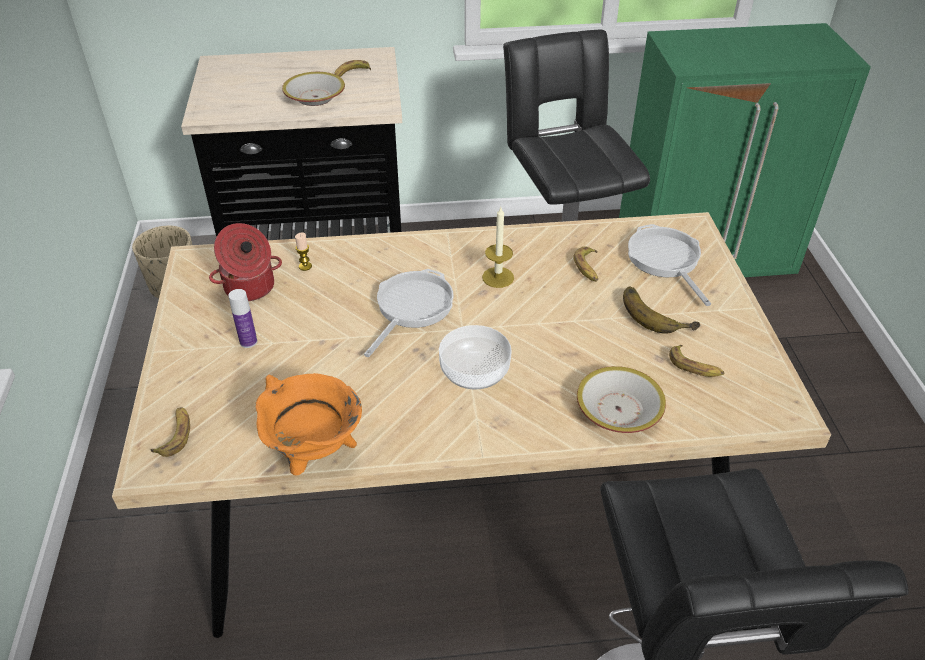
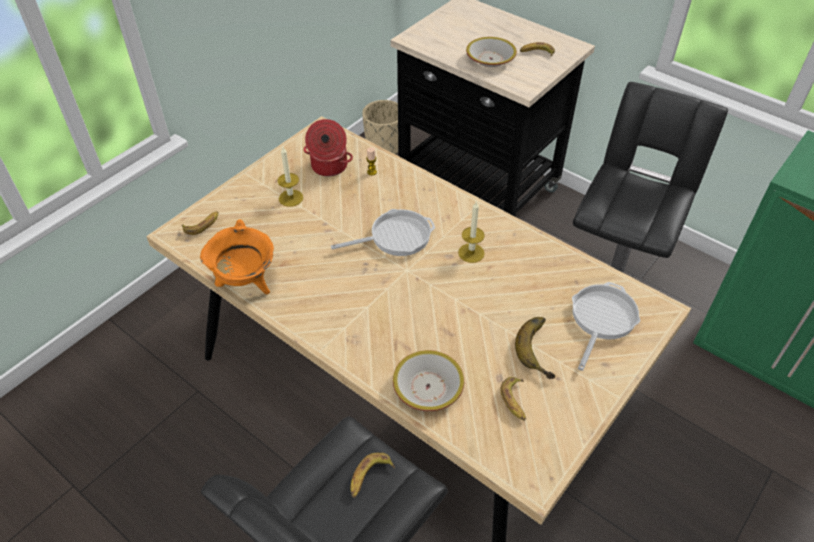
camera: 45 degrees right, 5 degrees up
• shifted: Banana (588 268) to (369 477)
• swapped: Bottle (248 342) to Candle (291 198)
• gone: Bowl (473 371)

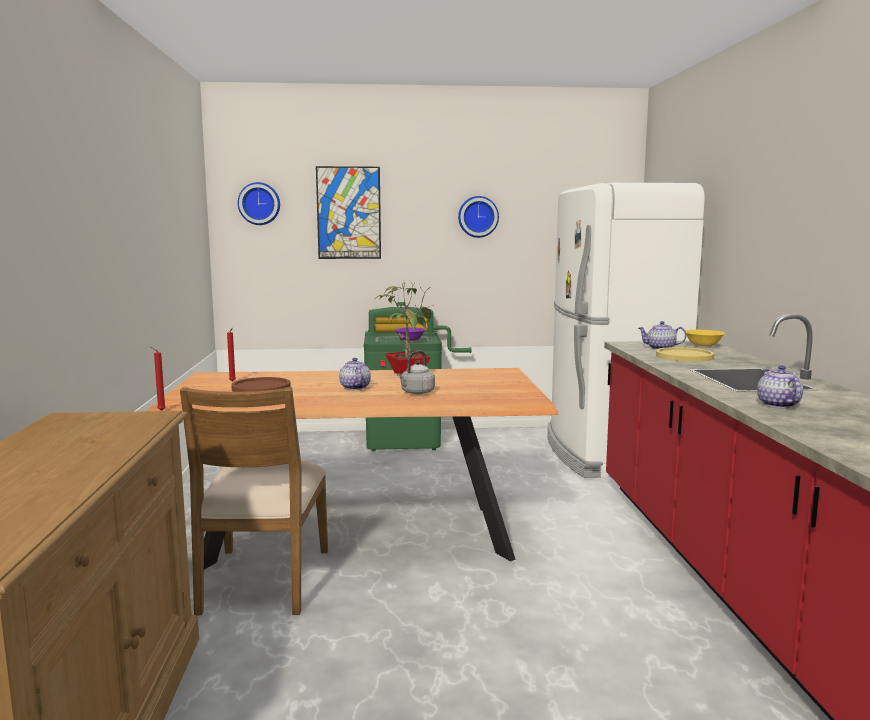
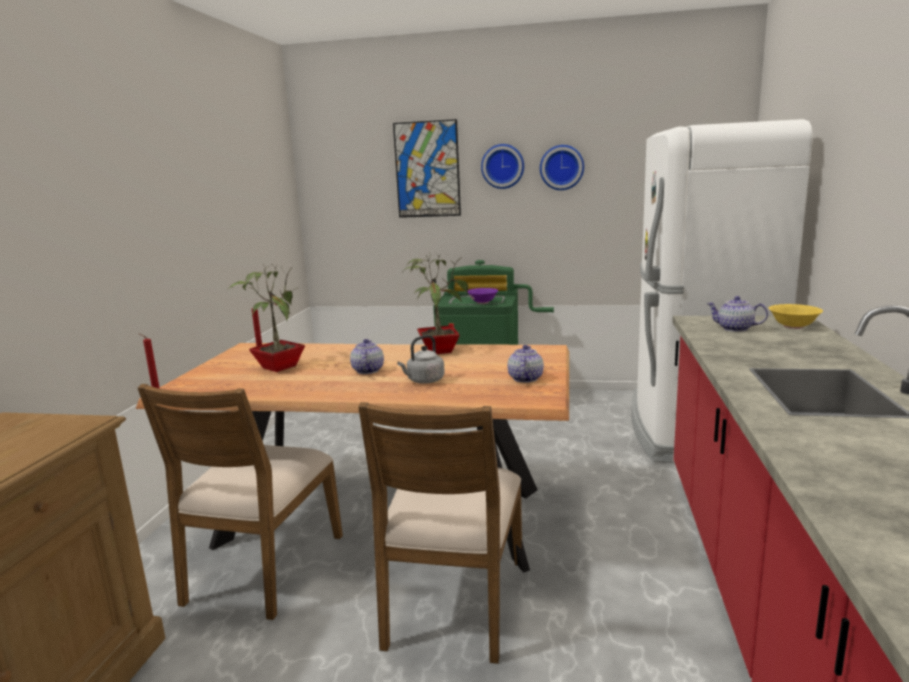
camera: 15 degrees right, 5 degrees up
• shifted: WallClock (259 203) to (503 166)
• gone: YellowPlate (684 356)
• shifted: Teapot (777 405) to (525 378)
• swapped: BrownPlate (261 388) to PottedPlant (278 367)
• new: BrownChair (453 602)

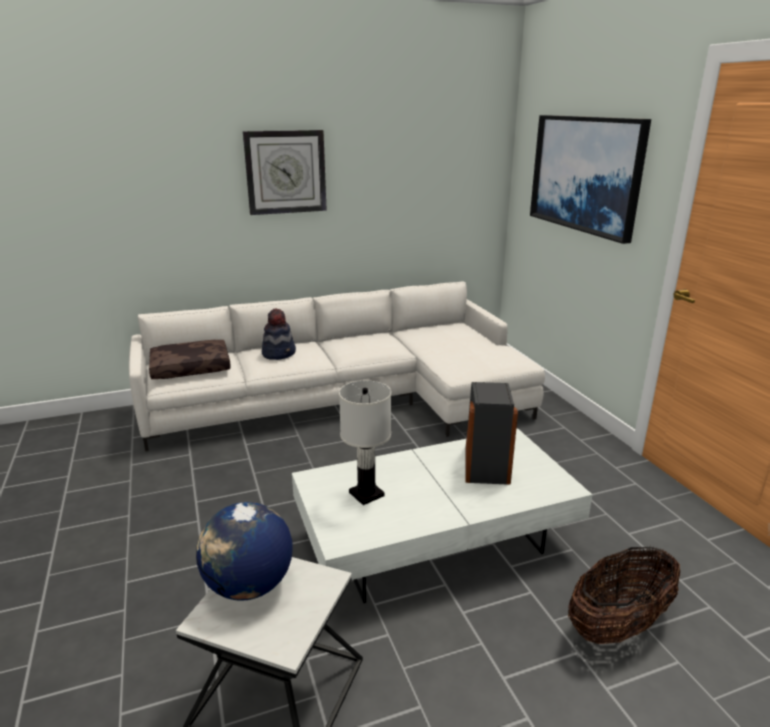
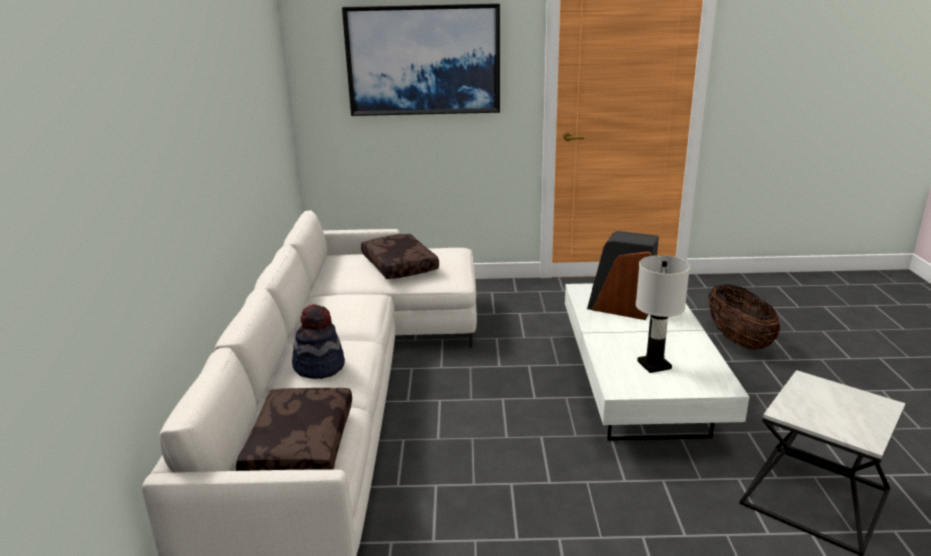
camera: 70 degrees left, 0 degrees up
• gone: WallClock (285 172)
• gone: Globe (249 586)
• new: BrownPillow (398 265)

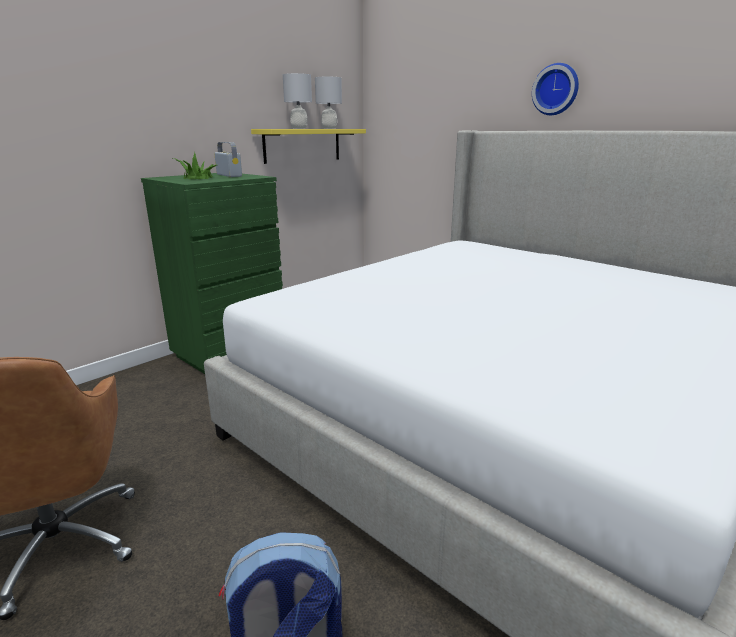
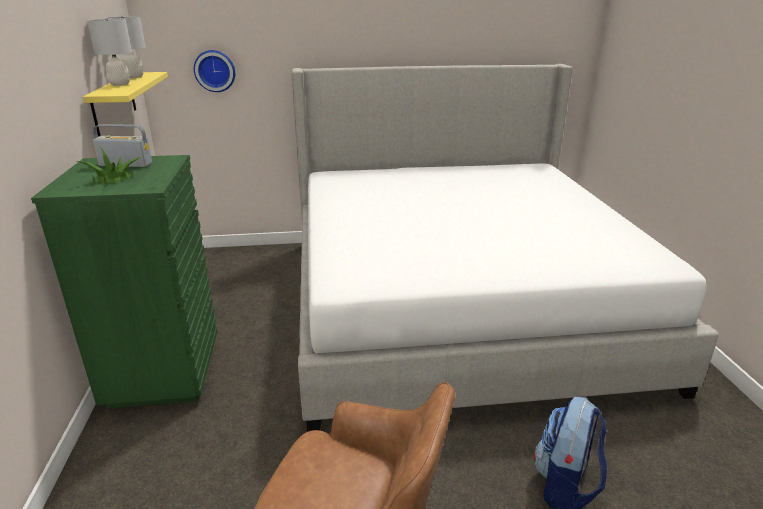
camera: 50 degrees left, 5 degrees up
• shifted: WallClock (556 89) to (215 70)

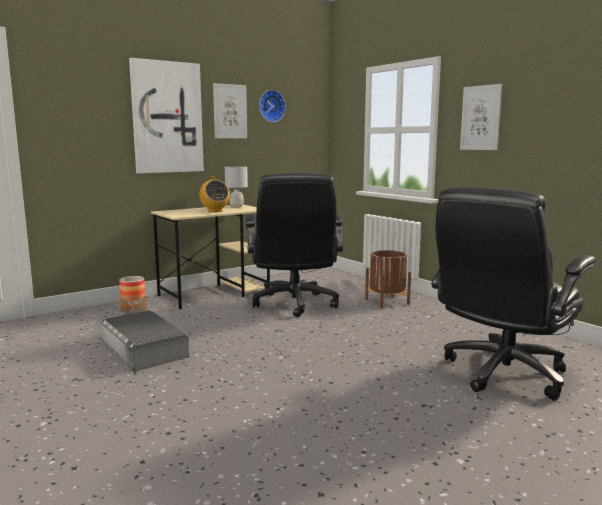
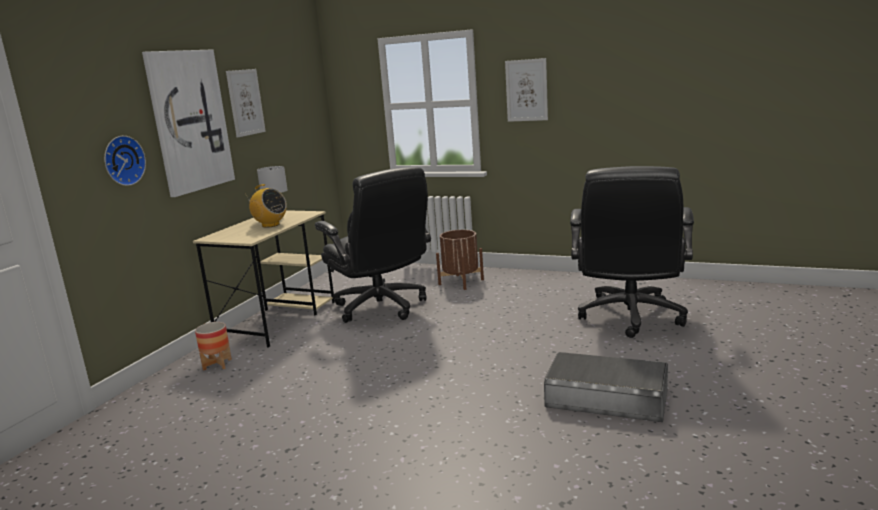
camera: 30 degrees left, 5 degrees up
• shifted: WallClock (270 106) to (122 160)
• shifted: GreyStorageBox (144 349) to (606 397)

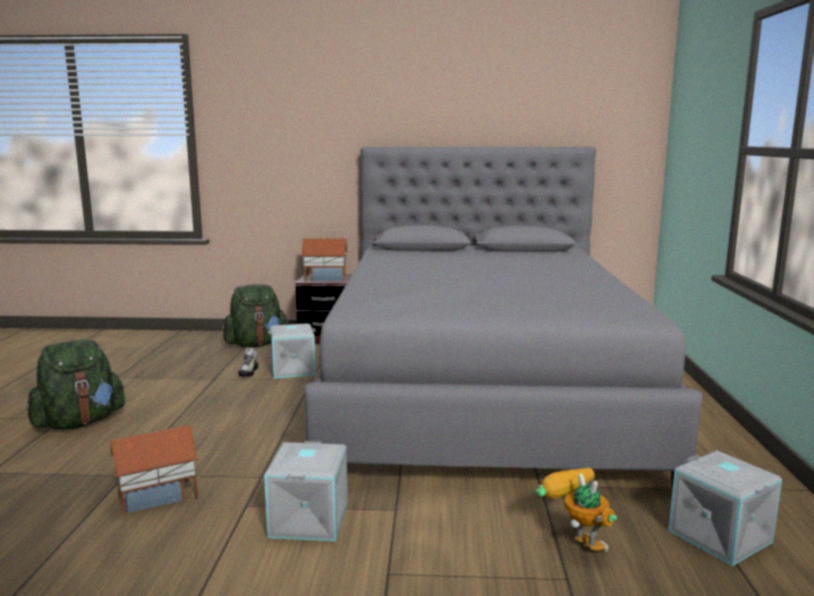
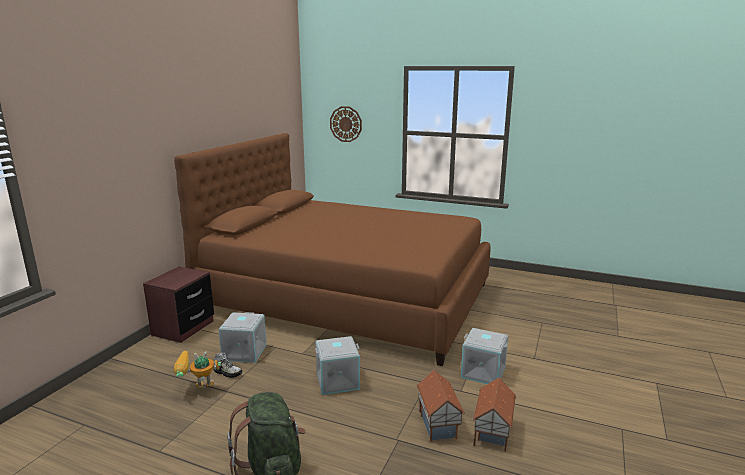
camera: 70 degrees left, 5 degrees up
• repainted: GreyBed (482 390) to BrownBed (347 297)
• shifted: ToyHouse (325 278) to (491 433)
• gone: GreenBackpack (256 344)
• shifted: GreyStorageBox (721 536) to (338 380)
• shifted: ToyRobot (574 542) to (197 390)
• new: WallClock (346 124)

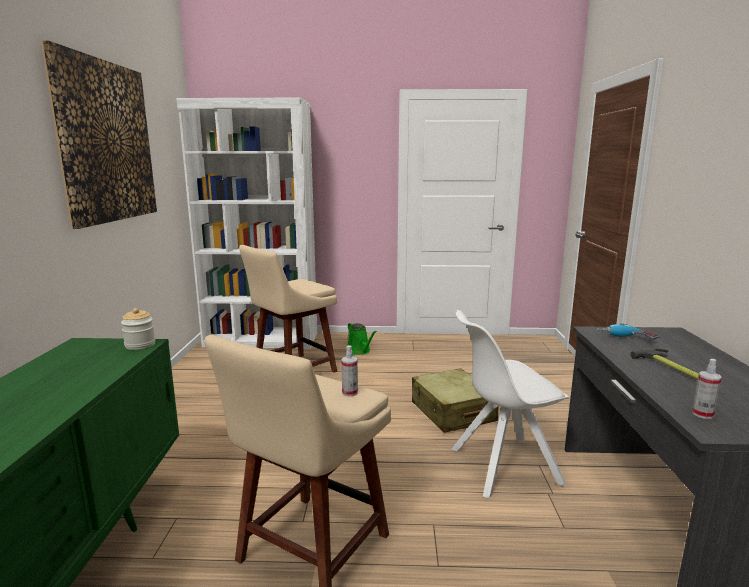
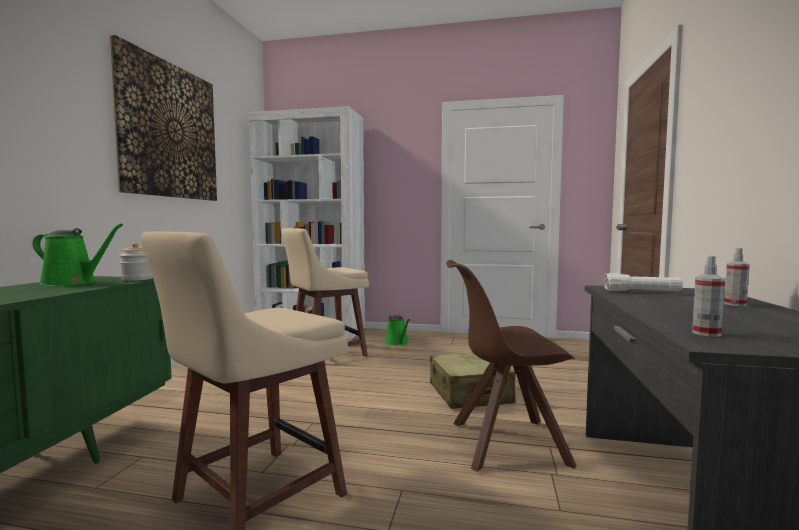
camera: 10 degrees right, 10 degrees down
• repainted: WhiteChair (503 466) to BrownChair (506 443)
• swapped: PowerDrill (626 339) to WhiteFlashlight (642 292)
• shifted: SprayBottle (350 392) to (735 304)
• gone: Hammer (672 368)
• new: GreenWateringCan (73 283)

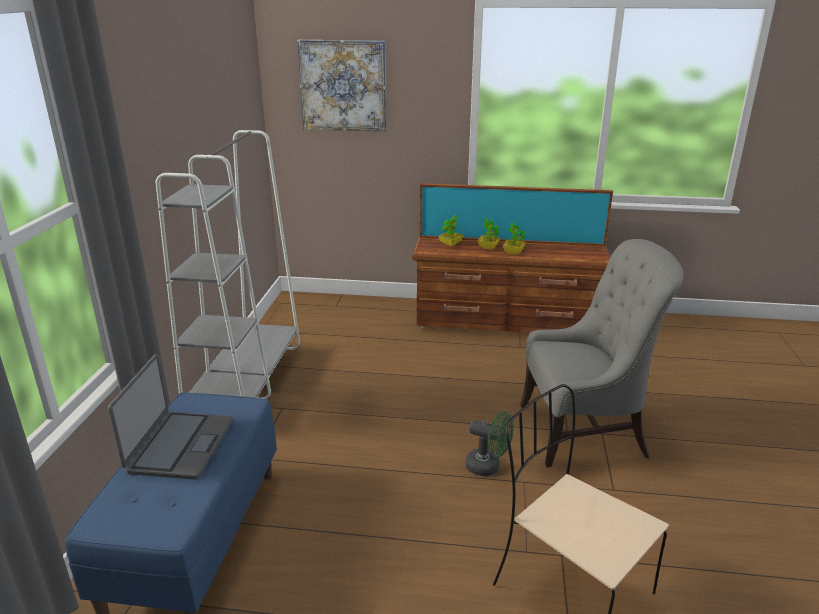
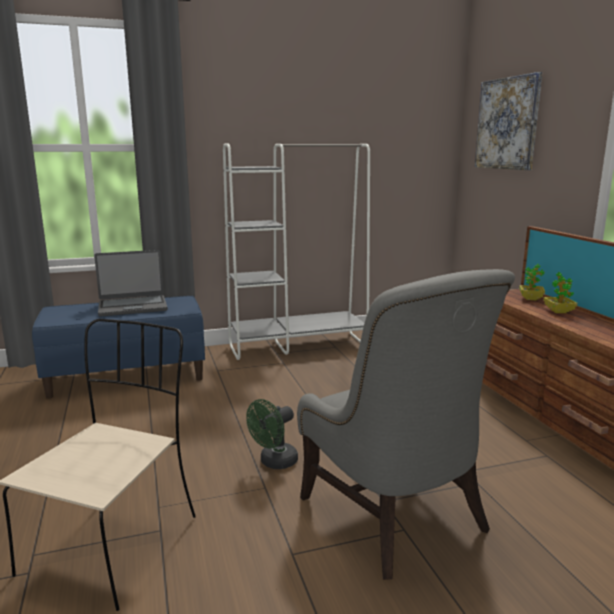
camera: 65 degrees right, 10 degrees down
• gone: PottedPlant (513 252)
• rotated: GreenFan (488 467) = (274 462) 45 degrees clockwise

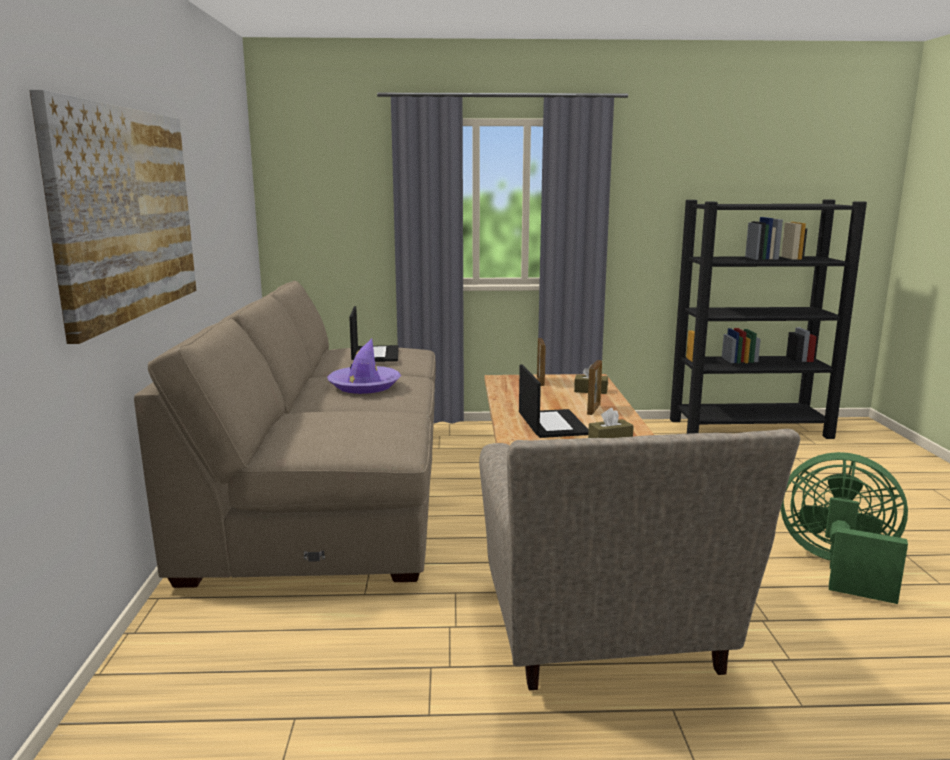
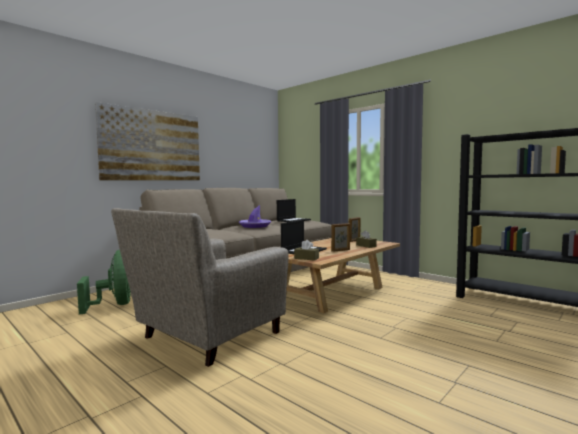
camera: 45 degrees right, 10 degrees down
• shifted: GreenFan (839 567) to (115 305)

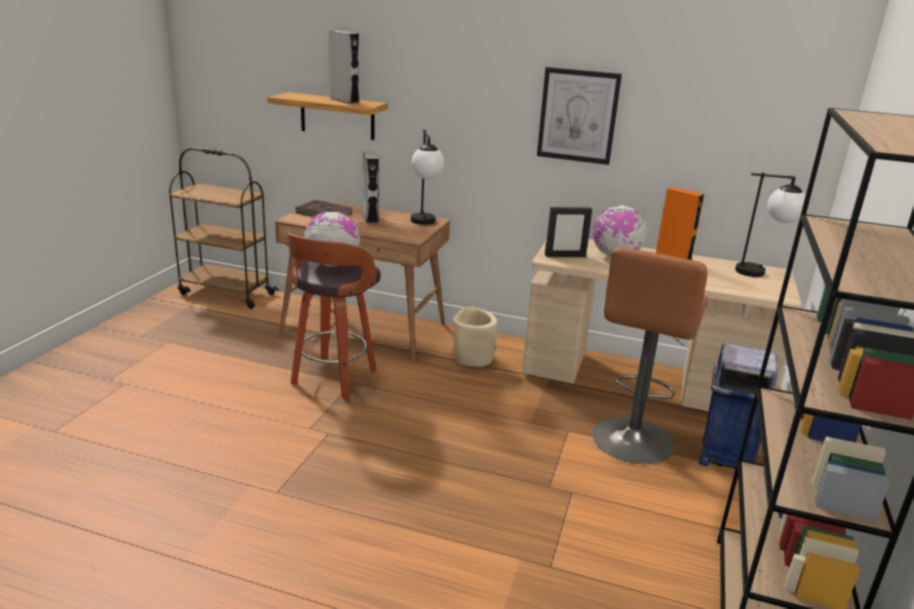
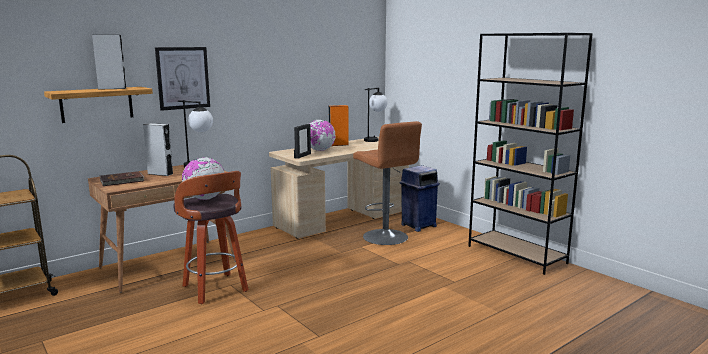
camera: 55 degrees left, 10 degrees down
• shifted: Picture (578 116) to (183 78)
• gone: BeigePlanter (472 358)

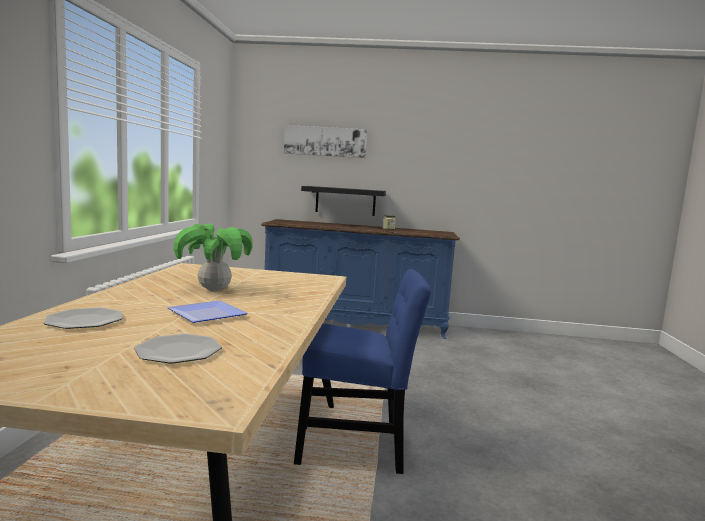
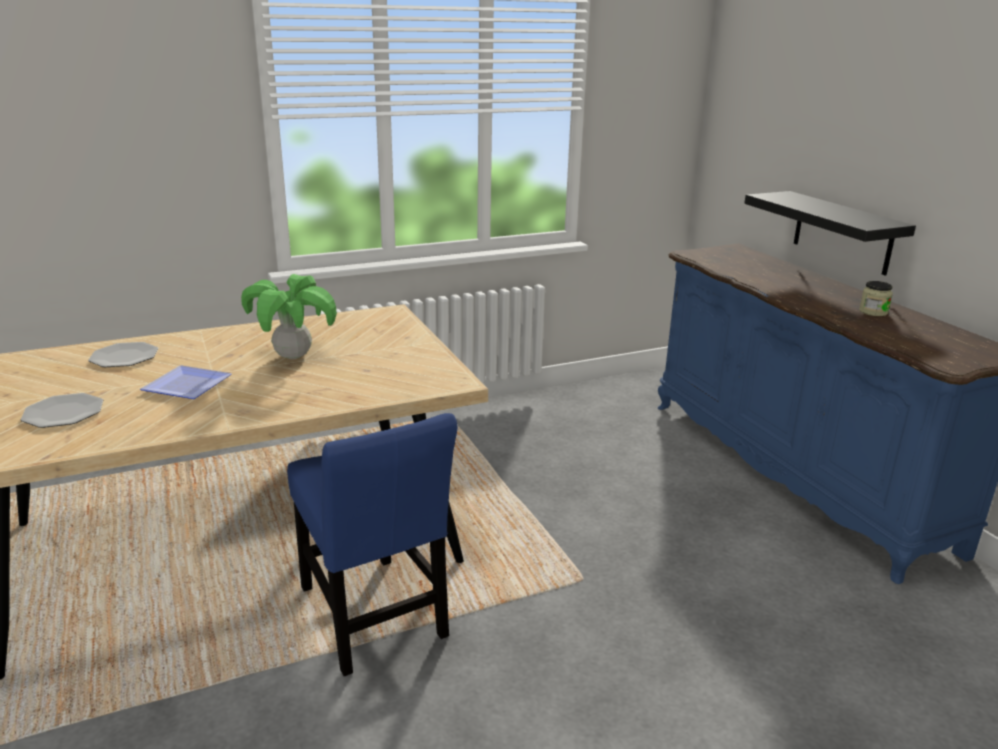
camera: 60 degrees right, 15 degrees up
• gone: Picture (325 141)

